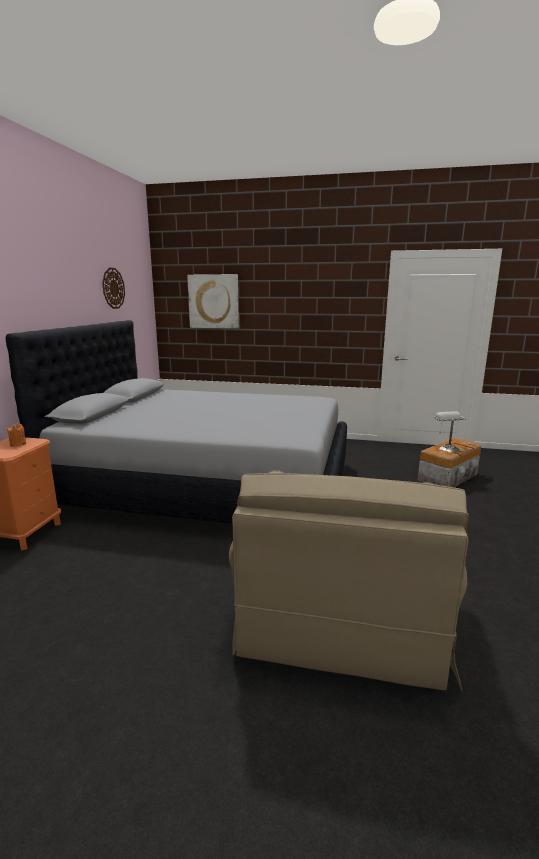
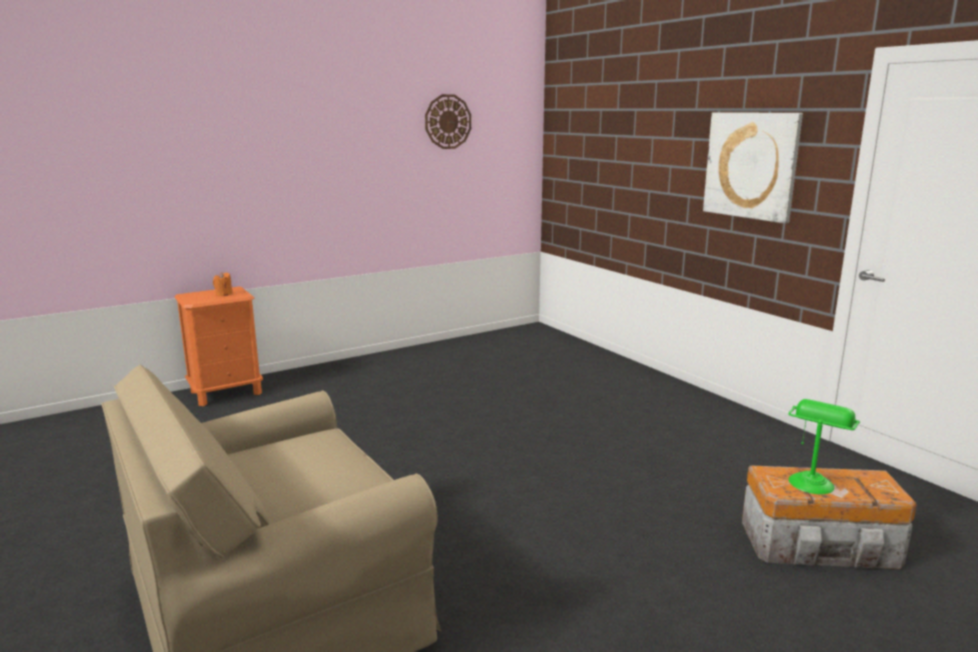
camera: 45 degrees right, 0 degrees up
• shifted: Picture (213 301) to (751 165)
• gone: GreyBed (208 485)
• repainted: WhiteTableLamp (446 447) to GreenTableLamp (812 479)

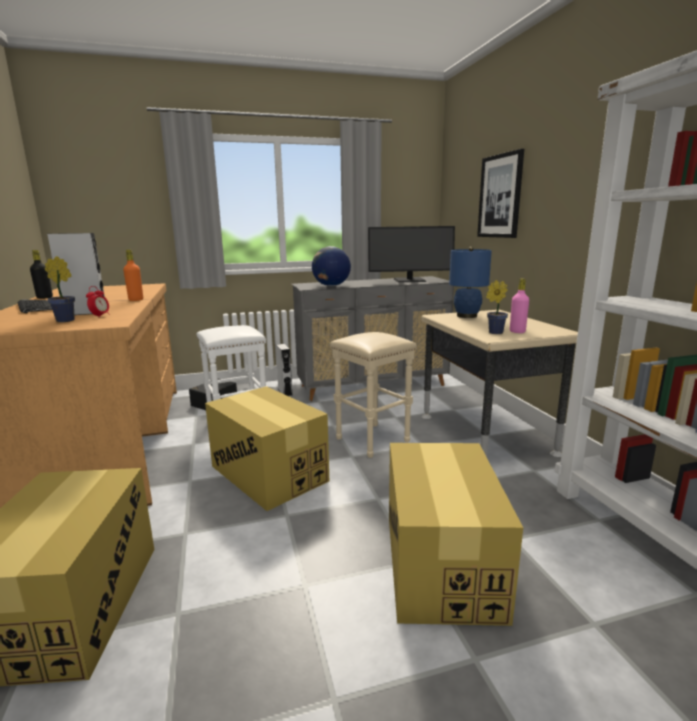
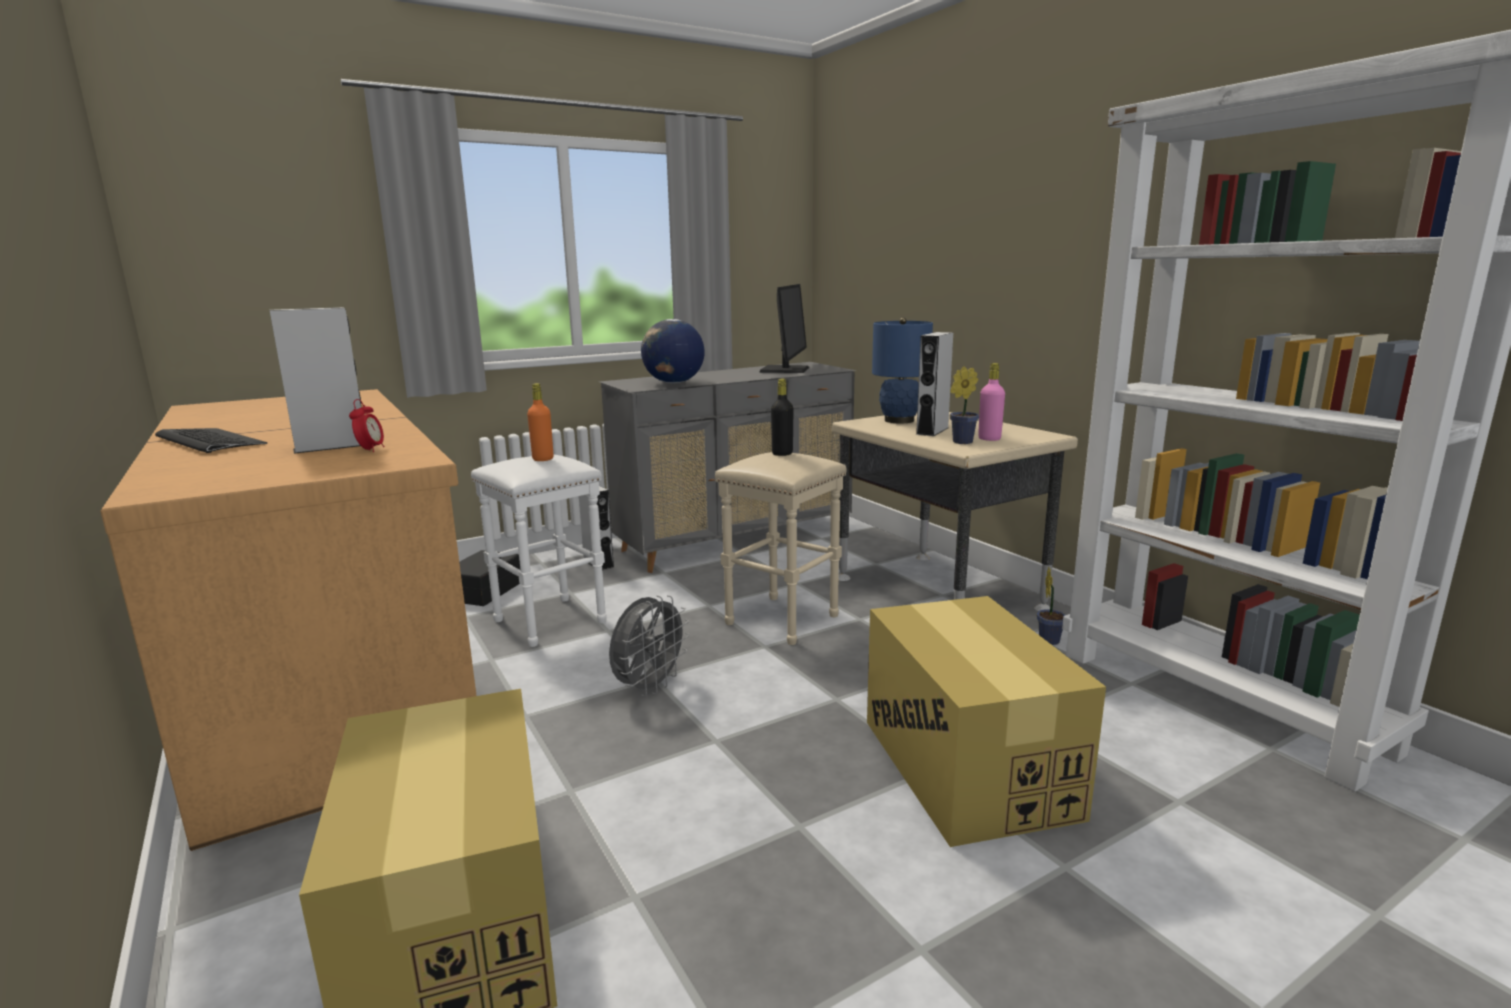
camera: 15 degrees left, 0 degrees up
• gone: Picture (500 196)
• rotated: Monitor (409 280) = (786 370) 60 degrees counterclockwise
• shifted: BlackBottle (45 298) to (782 454)
• shifted: OrangeBottle (136 300) to (543 459)
• shifted: PottedPlant (67 320) to (1048 639)
• swapped: CardboardBox (268 473) to GreyFan (649 687)
• new: GreySpeaker (932 431)

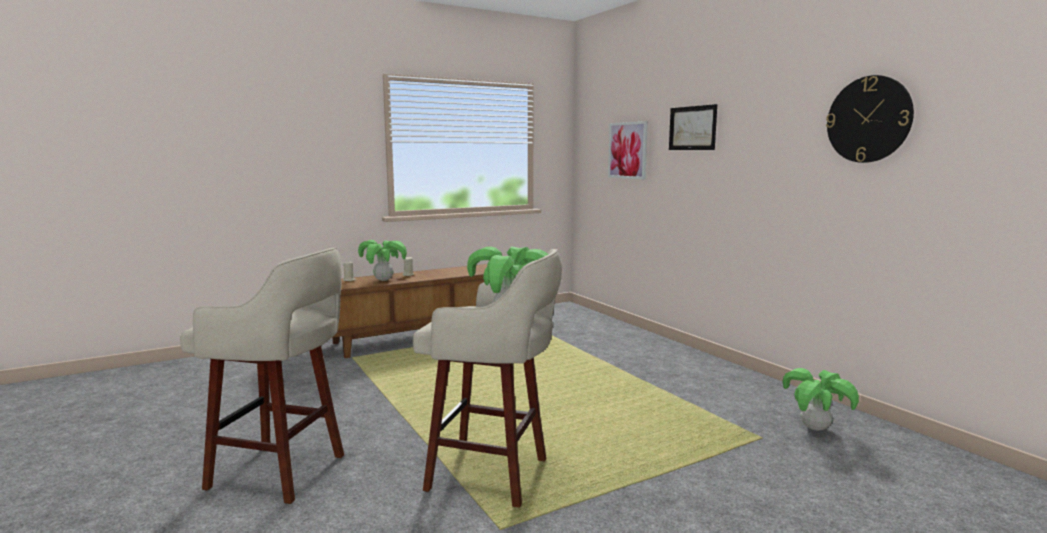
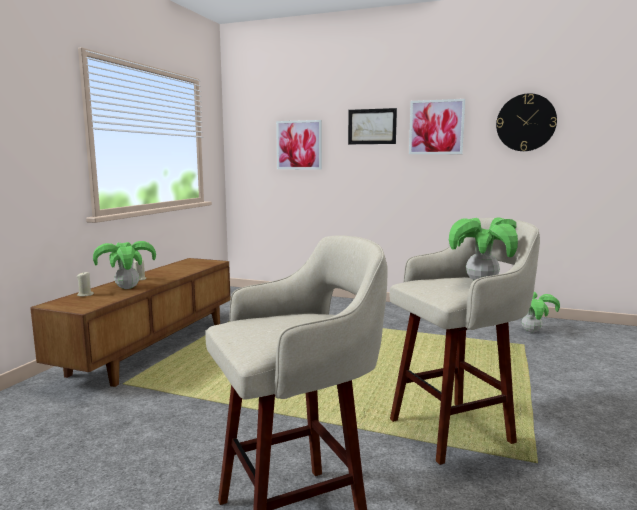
camera: 40 degrees left, 0 degrees up
• new: Picture (436 127)

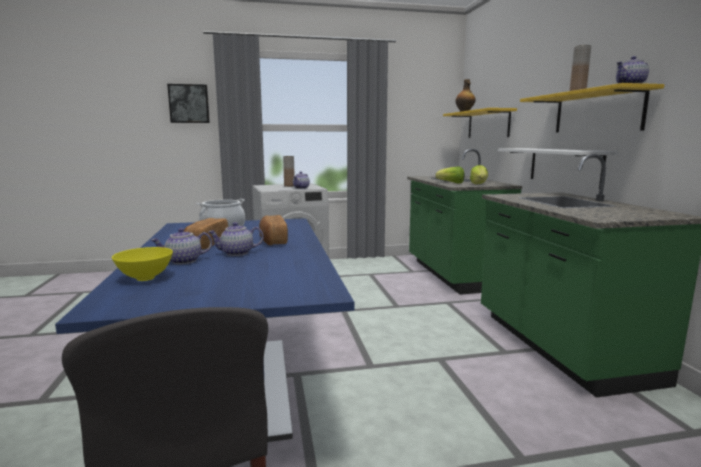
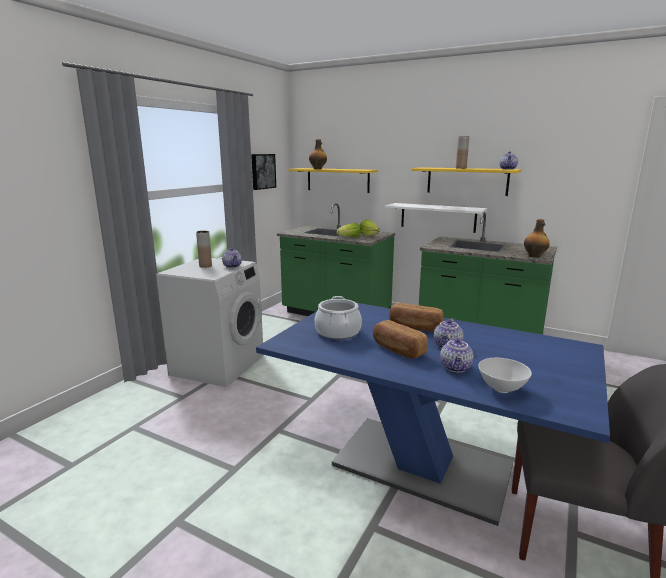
camera: 50 degrees left, 5 degrees up
• shifted: Picture (189 104) to (262 171)
• repainted: YellowBowl (146 278) to WhiteBowl (502 389)
• new: Bottle (534 256)

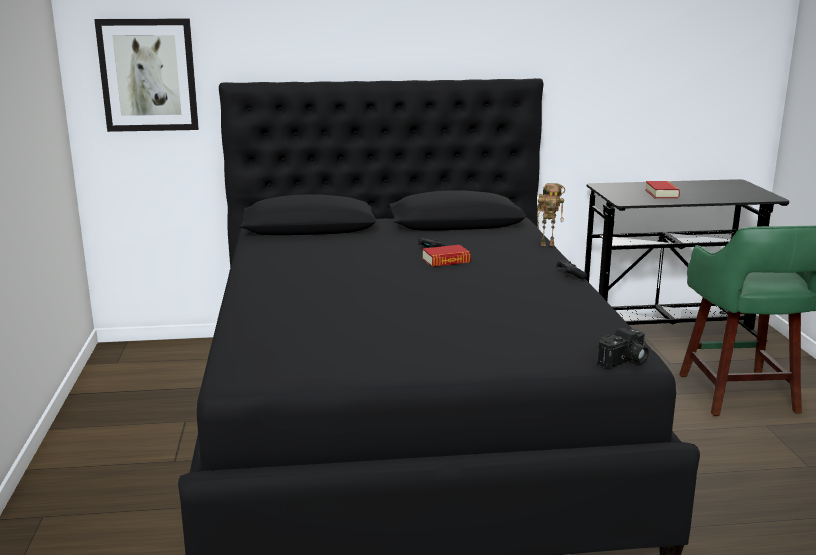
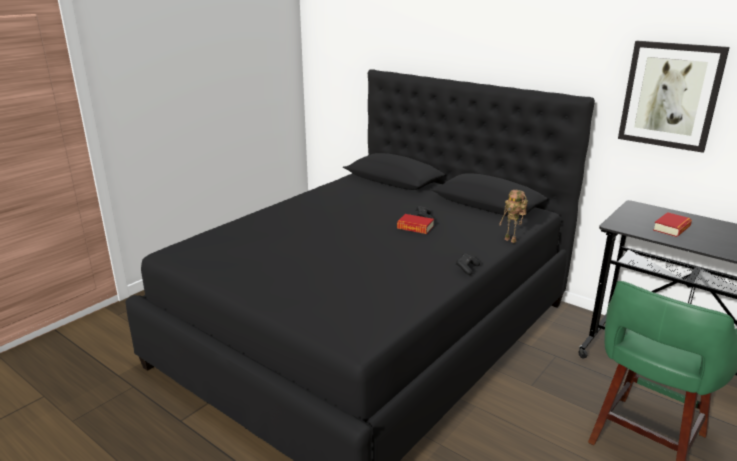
camera: 45 degrees right, 5 degrees up
• shifted: Picture (148 75) to (670 95)
• gone: PhotoCamera (625 361)

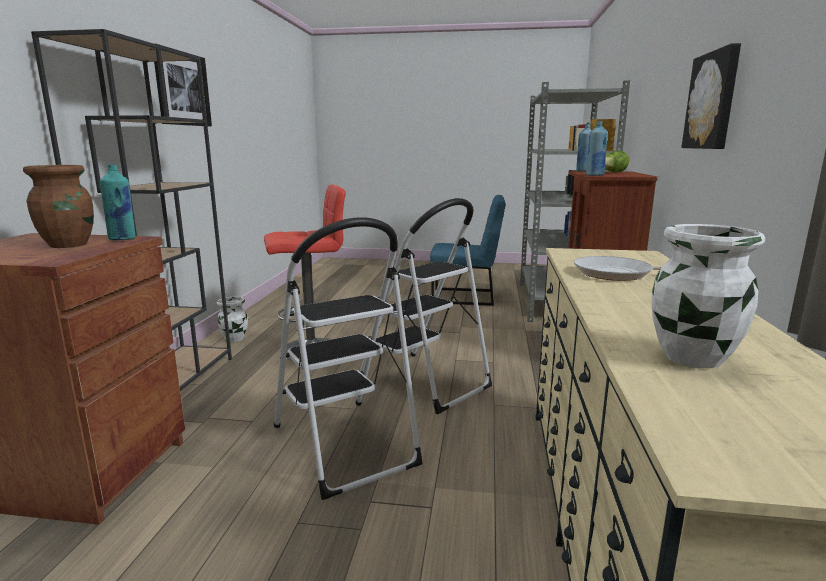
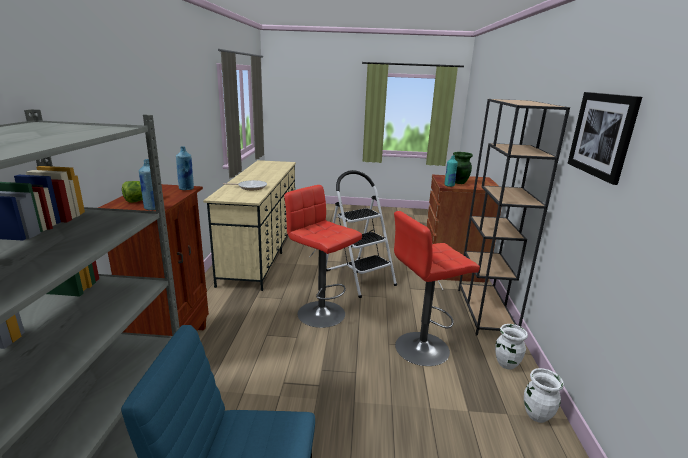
camera: 175 degrees right, 5 degrees up
• gone: Picture (713 101)
• repainted: BrownVase (69 245) to GreenVase (458 182)
• swapped: StepLadder (425 382) to RedStool (321 313)
• shifted: WhiteVase (692 358) to (537 415)

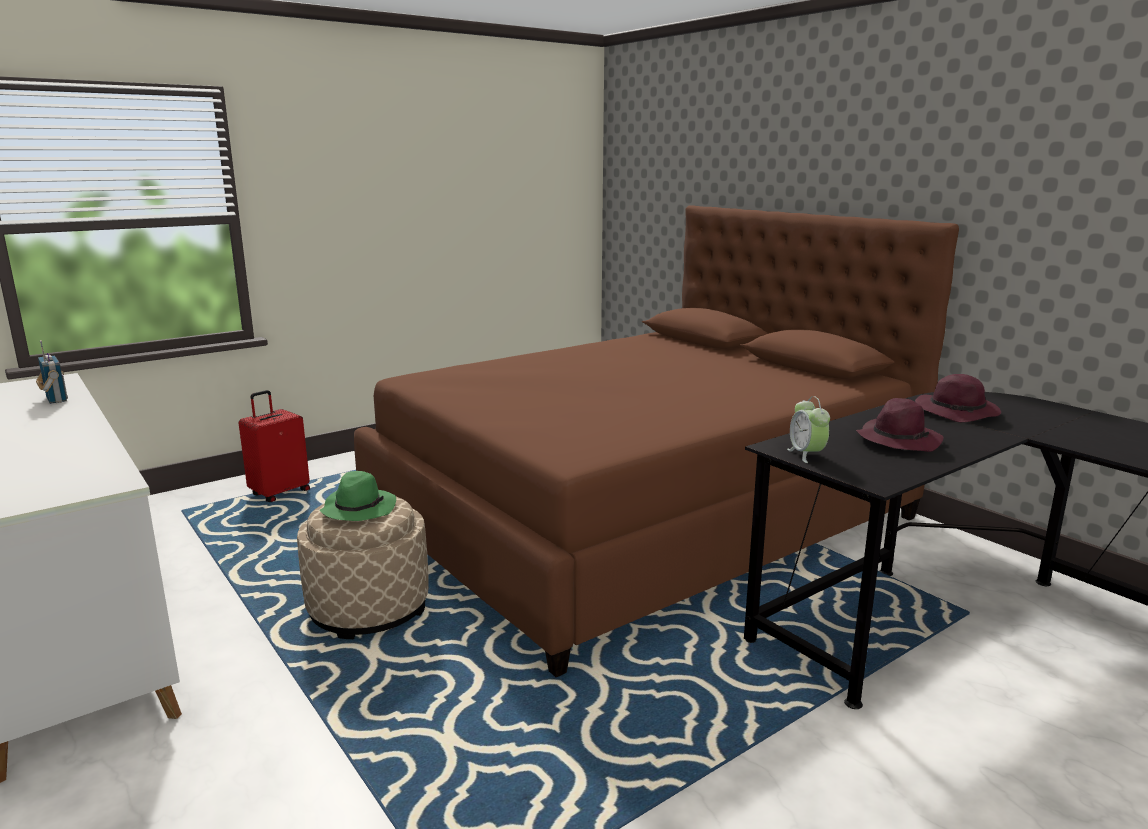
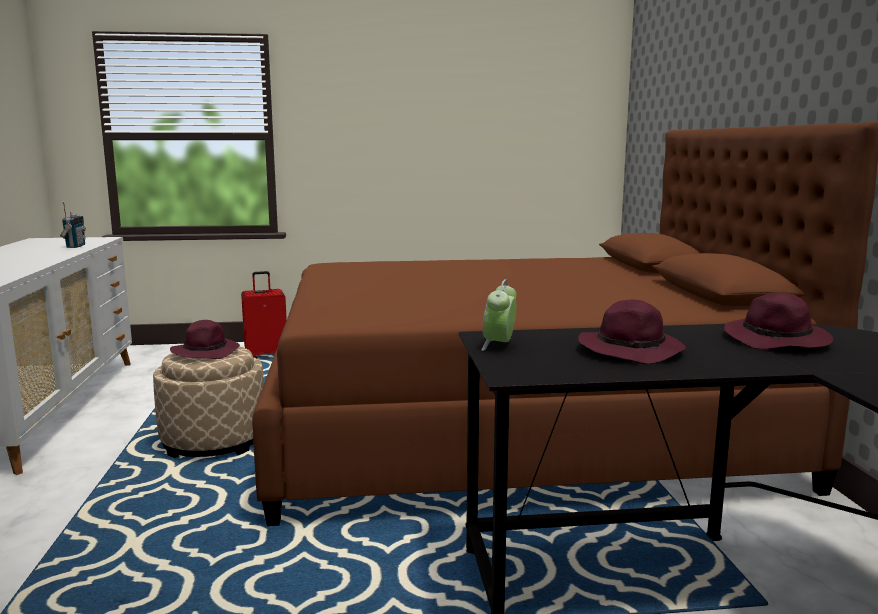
camera: 30 degrees right, 5 degrees down
• repainted: GreenHat (358 509) to PurpleHat (206 352)

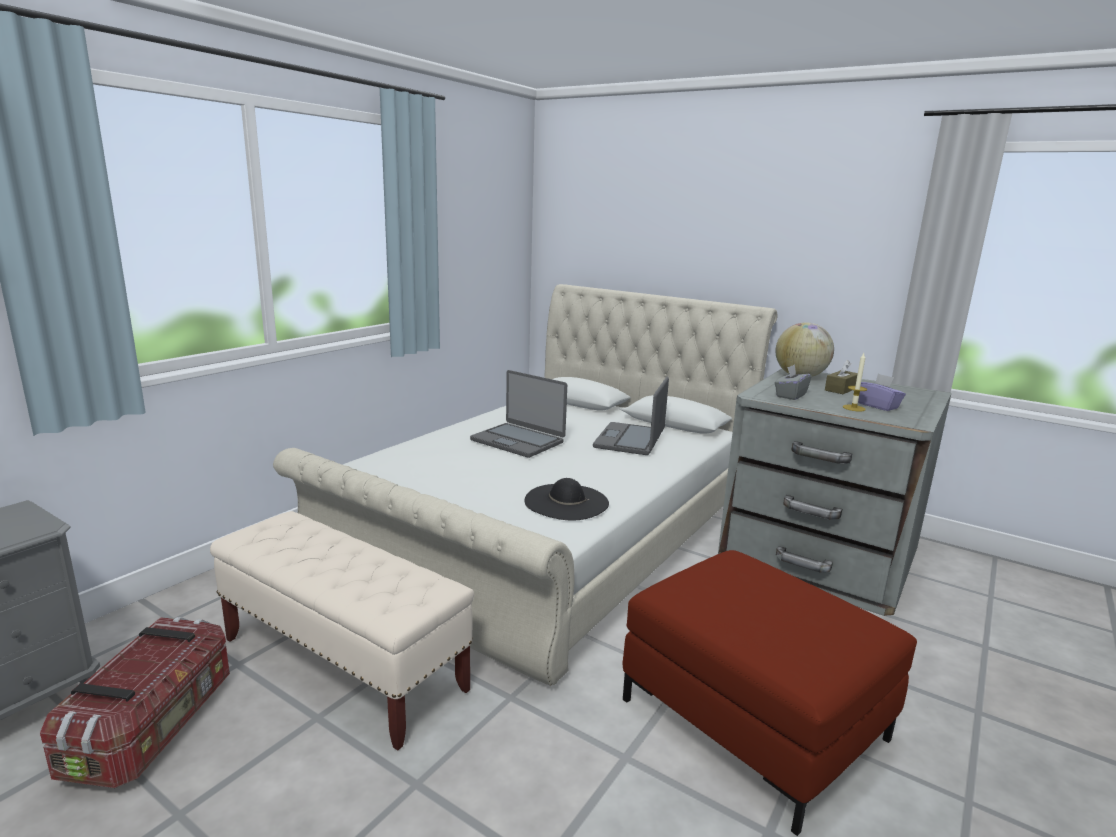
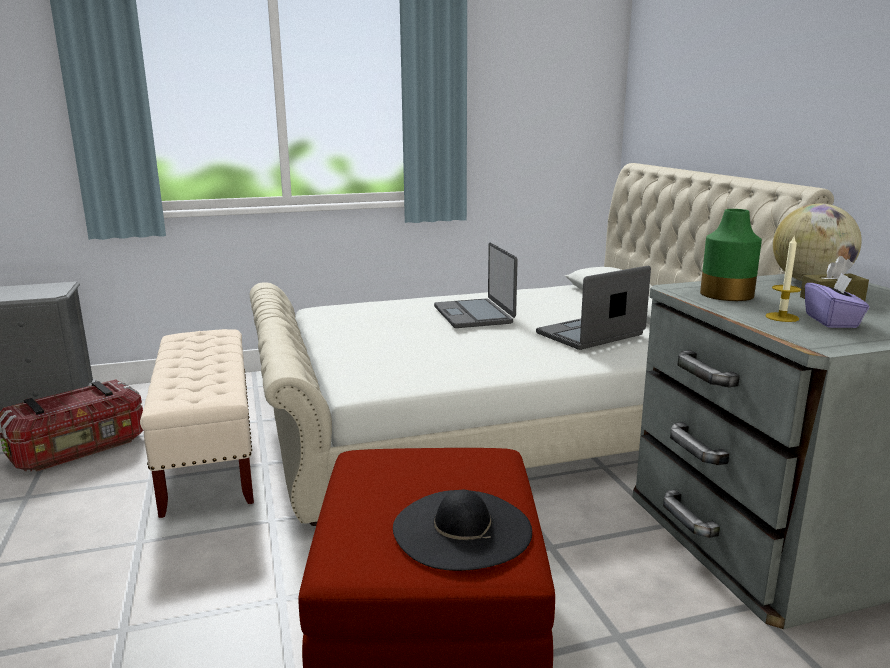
camera: 40 degrees right, 0 degrees up
• swapped: GreyTissueBox (790 395) to GreenVase (726 294)
• shifted: BlackHat (566 502) to (462 529)

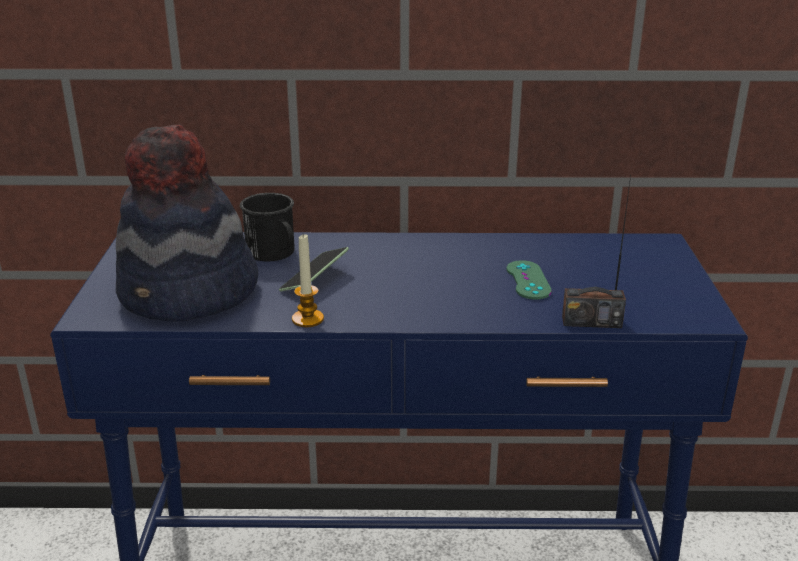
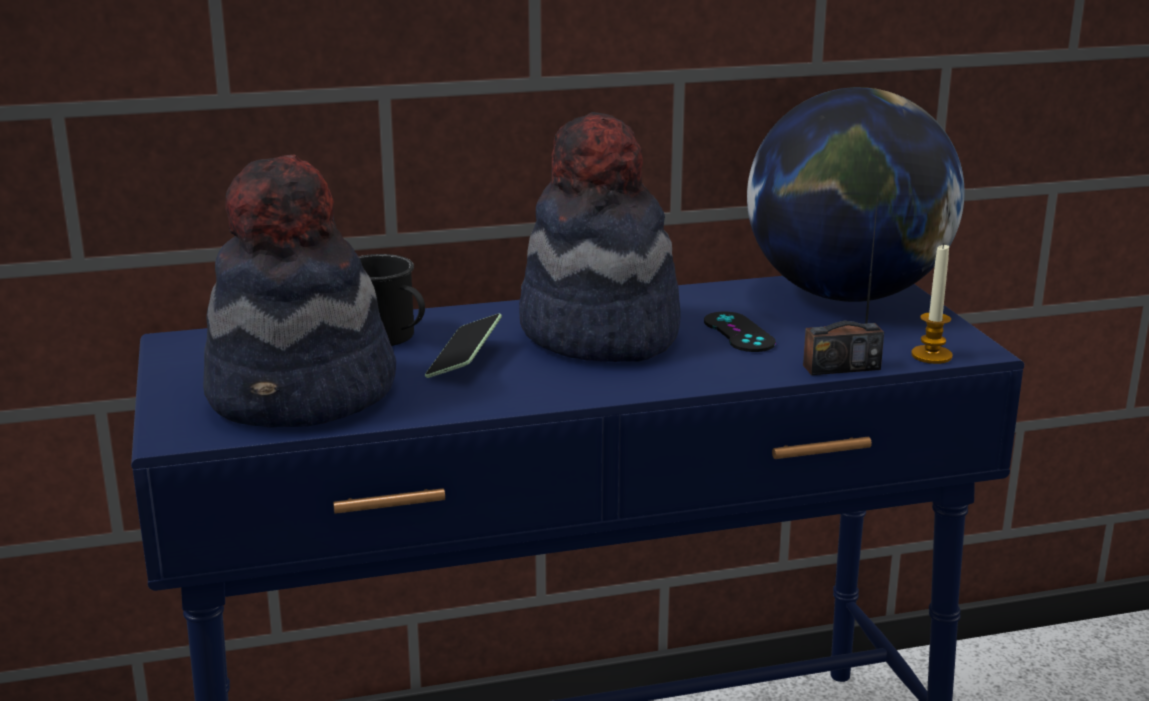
camera: 15 degrees left, 5 degrees down
• shifted: Candle (307 319) to (931 356)
• repainted: GreenGameController (528 280) to BlackGameController (738 332)
• new: Globe (845 295)
• new: Hat (598 334)

